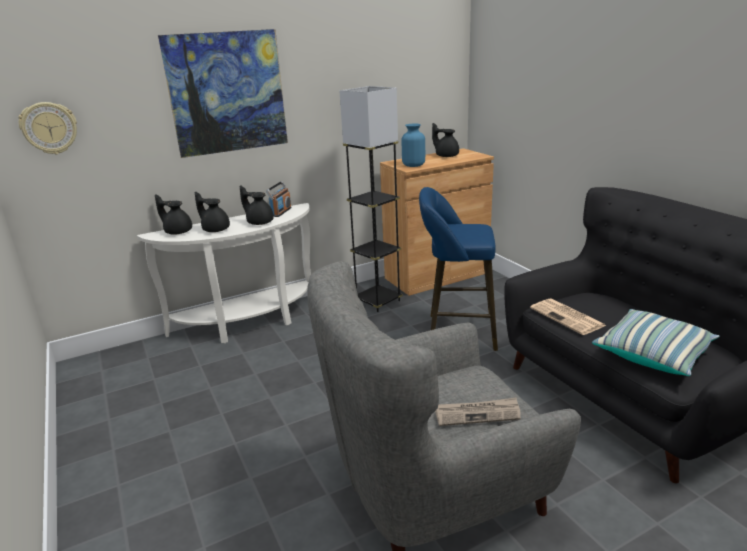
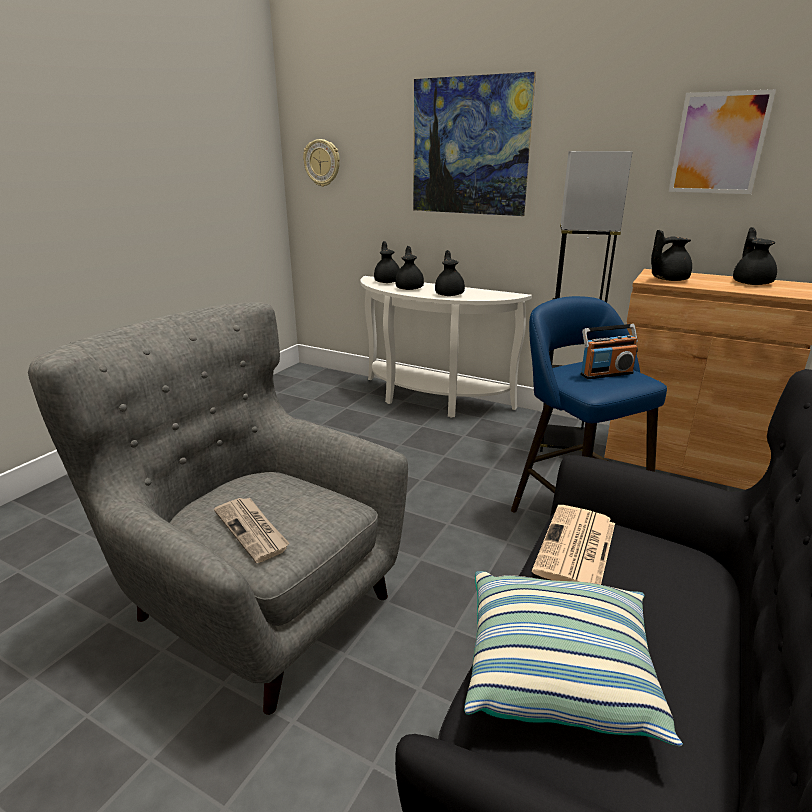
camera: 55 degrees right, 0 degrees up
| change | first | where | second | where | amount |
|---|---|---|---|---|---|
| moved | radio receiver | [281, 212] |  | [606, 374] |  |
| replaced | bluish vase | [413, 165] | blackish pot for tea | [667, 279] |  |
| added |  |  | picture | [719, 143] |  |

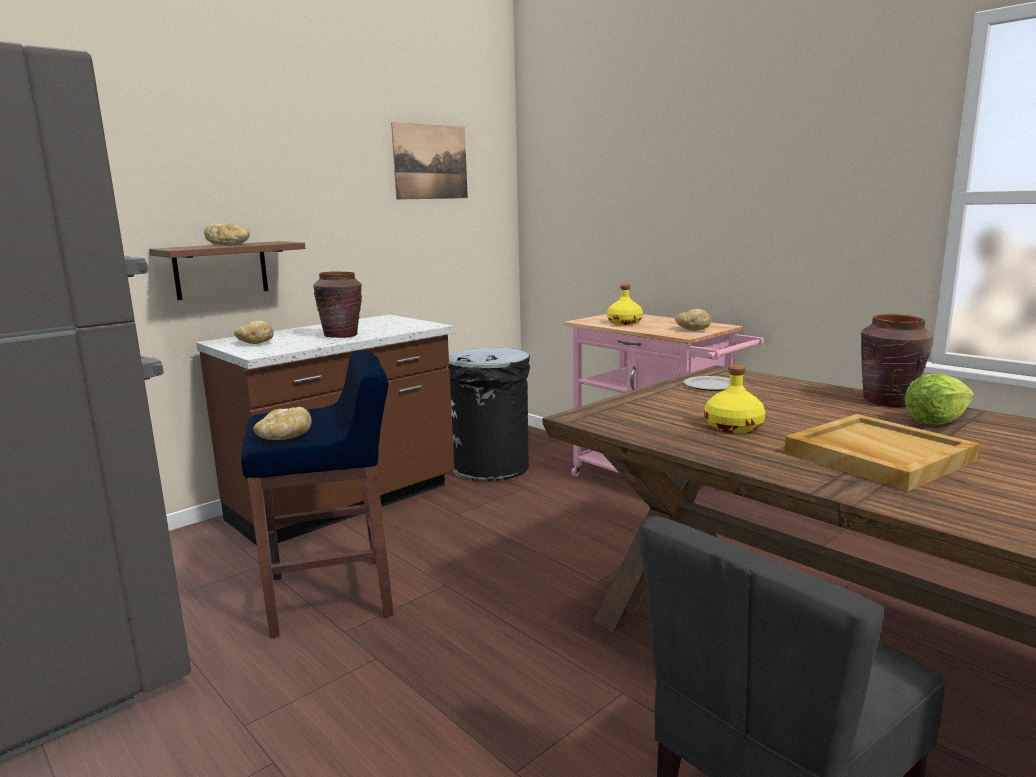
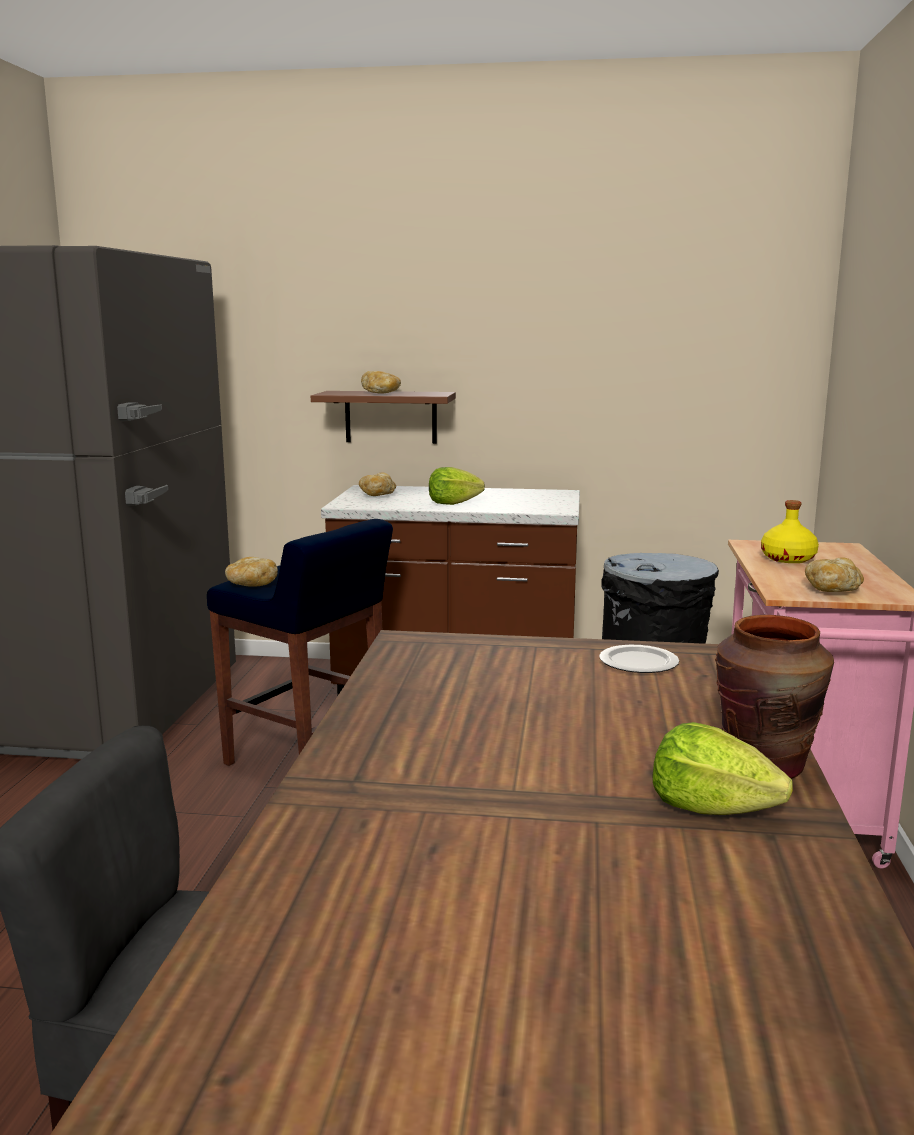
camera: 50 degrees right, 0 degrees up
| change | first | where | second | where | amount |
|---|---|---|---|---|---|
| replaced | brown-coloured vase | [341, 335] | lettuce head | [453, 503] |  |
| removed | picture | [430, 162] |  |  |  |
| removed | yellowish beverage bottle | [734, 427] |  |  |  |
| removed | beige-coloured carrying tray | [876, 456] |  |  |  |

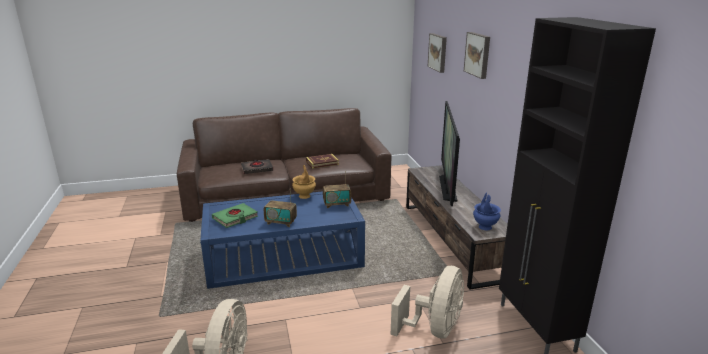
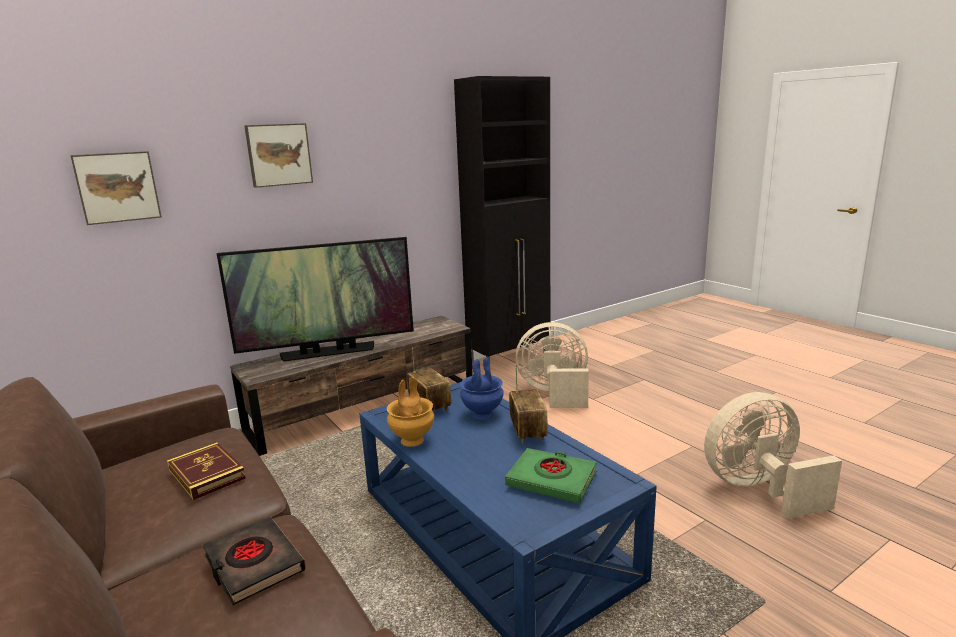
camera: 110 degrees left, 5 degrees down
| change | first | where | second | where | amount |
|---|---|---|---|---|---|
| moved | bluish vase | [484, 227] |  | [482, 415] |  |

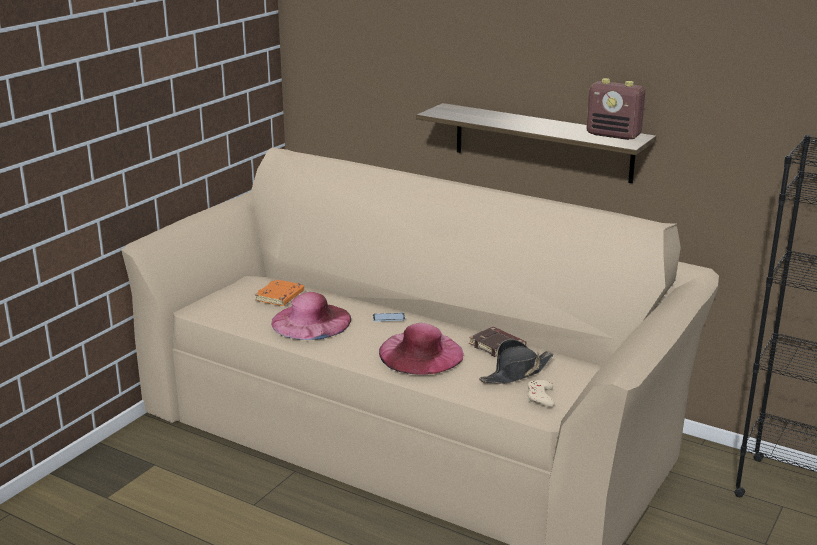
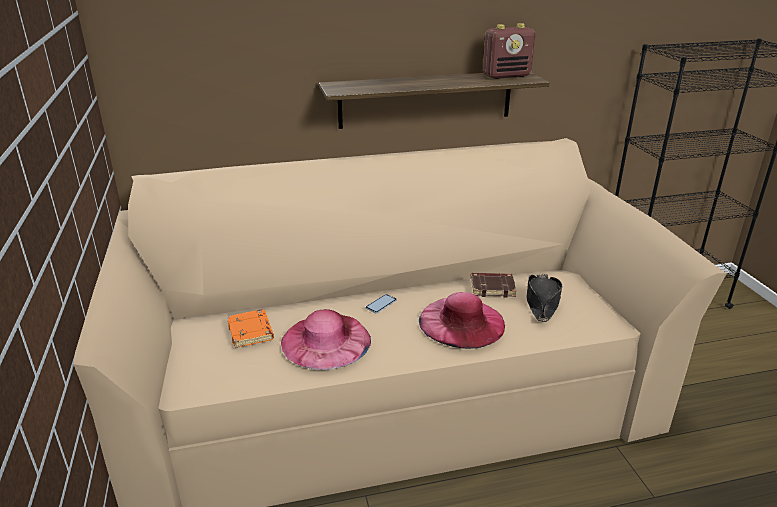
camera: 45 degrees left, 5 degrees up
| change | first | where | second | where | amount |
|---|---|---|---|---|---|
| removed | beige-coloured gamepad | [540, 397] |  |  |  |

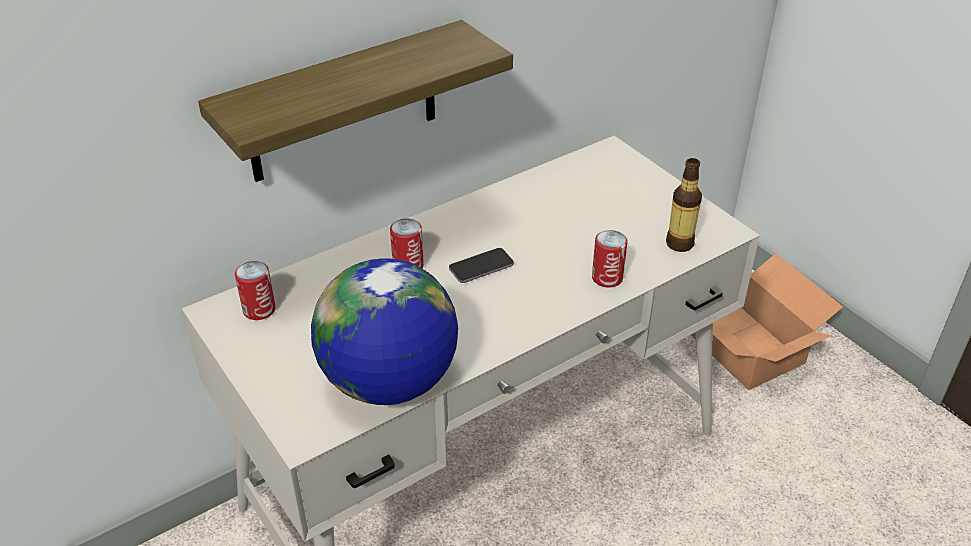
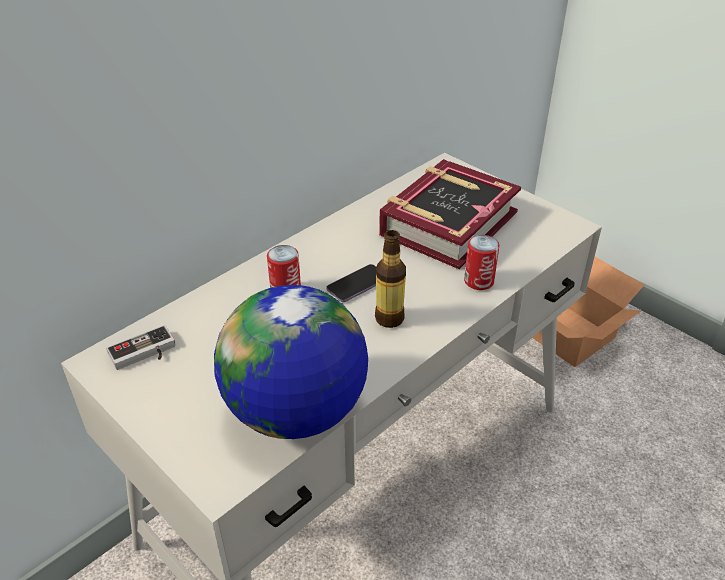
camera: 10 degrees left, 0 degrees up
| change | first | where | second | where | amount |
|---|---|---|---|---|---|
| removed | wall shelf | [343, 103] |  |  |  |
| replaced | sealed can | [259, 310] | gamepad | [144, 354] |  |
| moved | beverage bottle | [679, 244] |  | [389, 318] |  |
| added |  |  | bound book | [448, 223] |  |

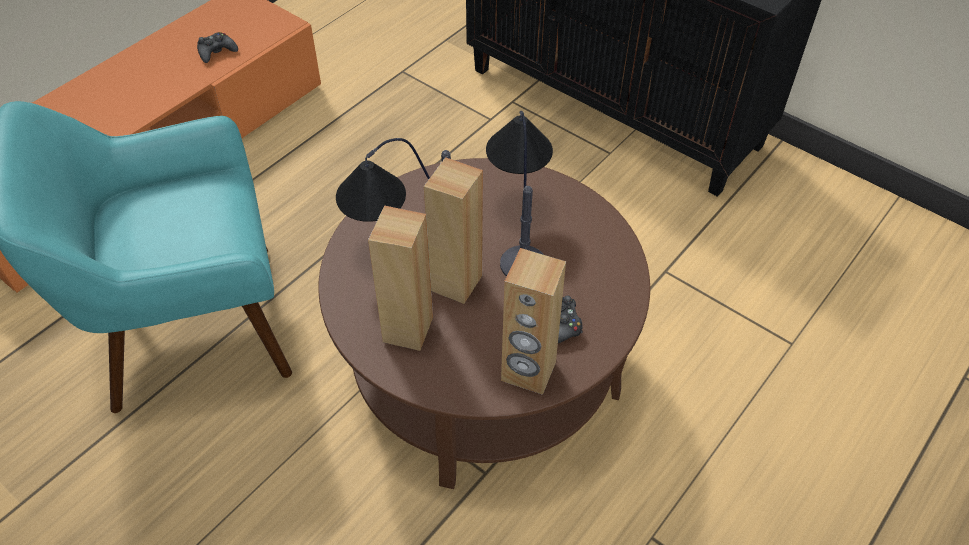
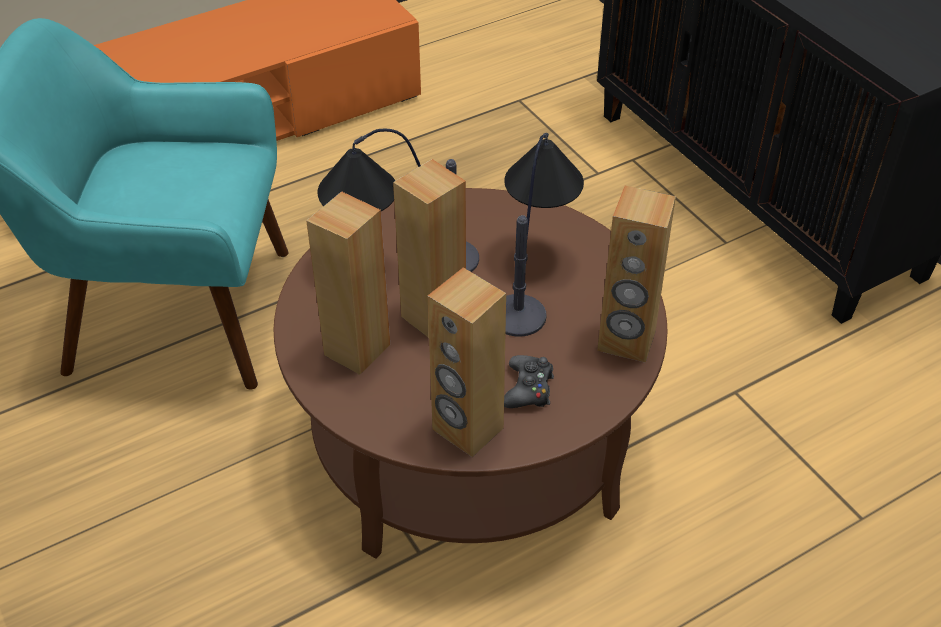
camera: 20 degrees right, 5 degrees down
| change | first | where | second | where | amount |
|---|---|---|---|---|---|
| removed | blackish gamepad | [216, 52] |  |  |  |
| added |  |  | brown-coloured speaker | [626, 341] |  |

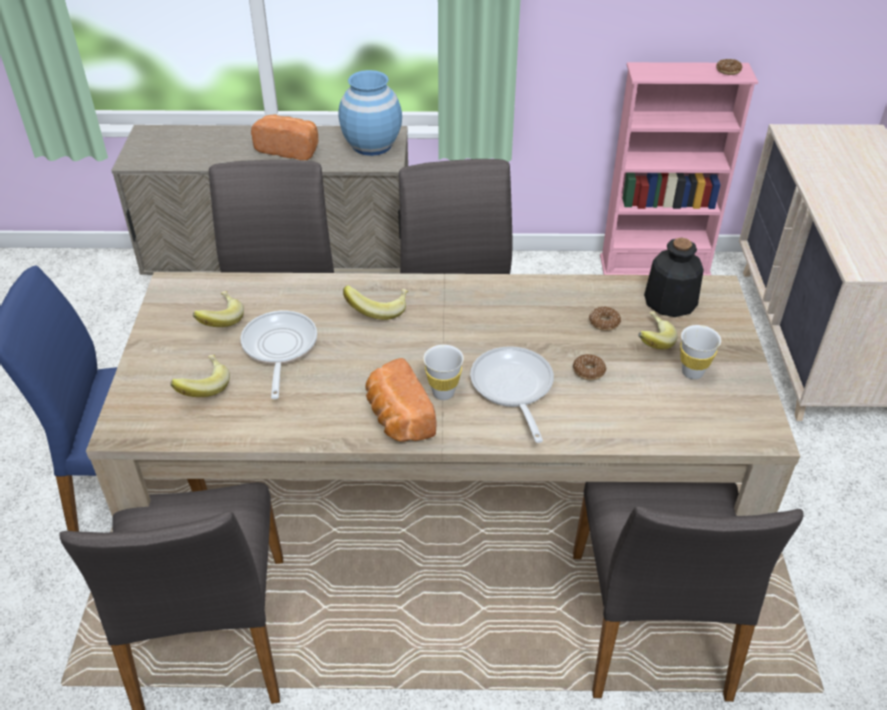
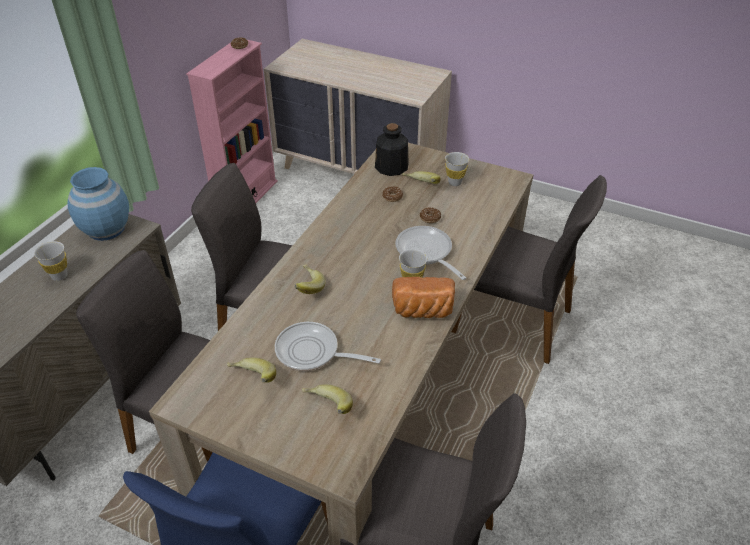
camera: 65 degrees left, 0 degrees up
| change | first | where | second | where | amount |
|---|---|---|---|---|---|
| replaced | baked bread | [289, 149] | white-coloured cup | [59, 276] |  |
| turned | frying pan | [512, 388] |  | [426, 252] | 45 degrees clockwise |

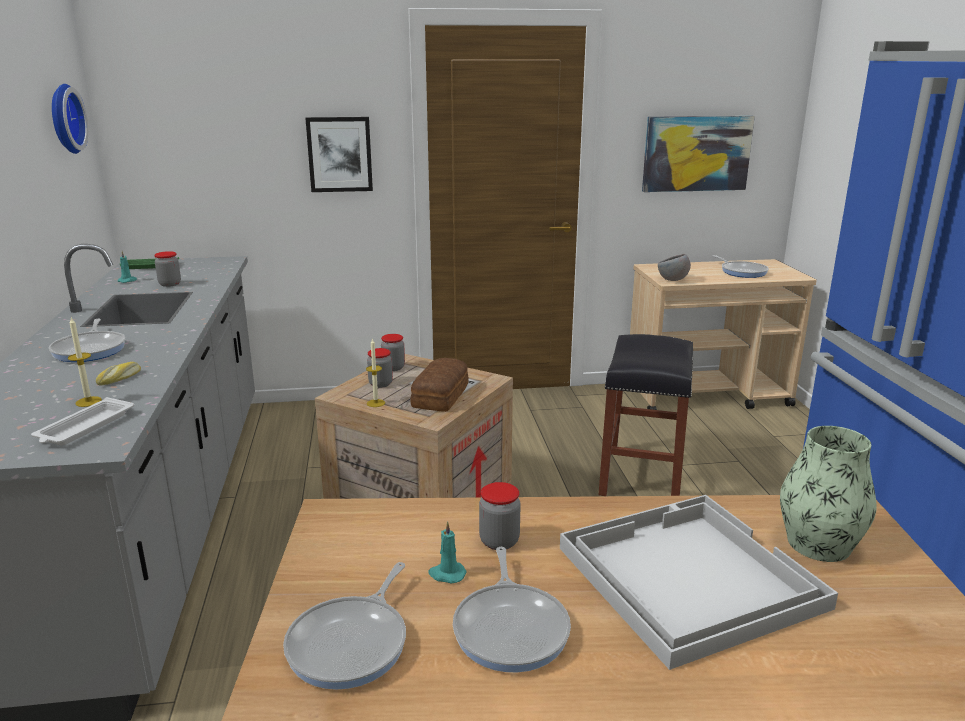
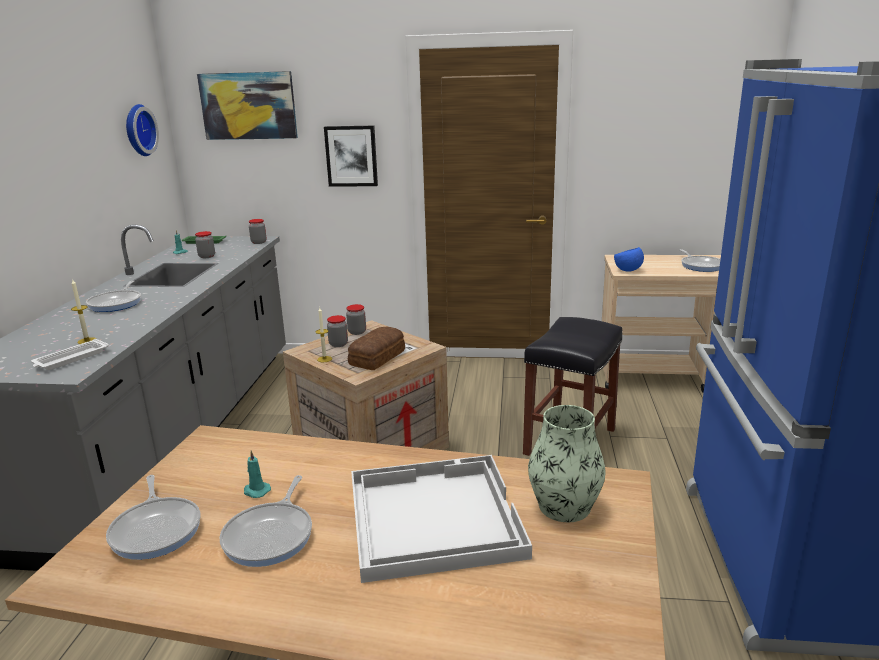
camera: 15 degrees right, 0 degrees up
| change | first | where | second | where | amount |
|---|---|---|---|---|---|
| removed | baked bread | [120, 378] |  |  |  |
| turned | frying pan | [352, 643] |  | [157, 529] | 60 degrees counterclockwise |
| moved | jar | [499, 541] |  | [258, 242] |  |
| moved | picture | [696, 153] |  | [248, 106] |  |
| recoloured | grey bowl | [673, 280] | bluish bowl | [628, 271] |  |

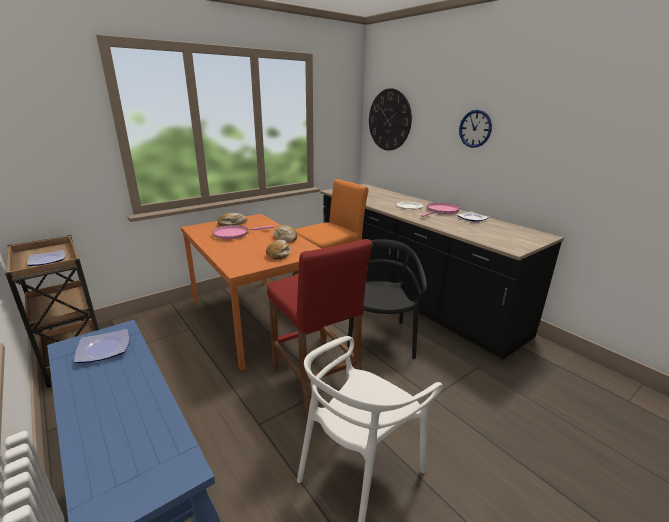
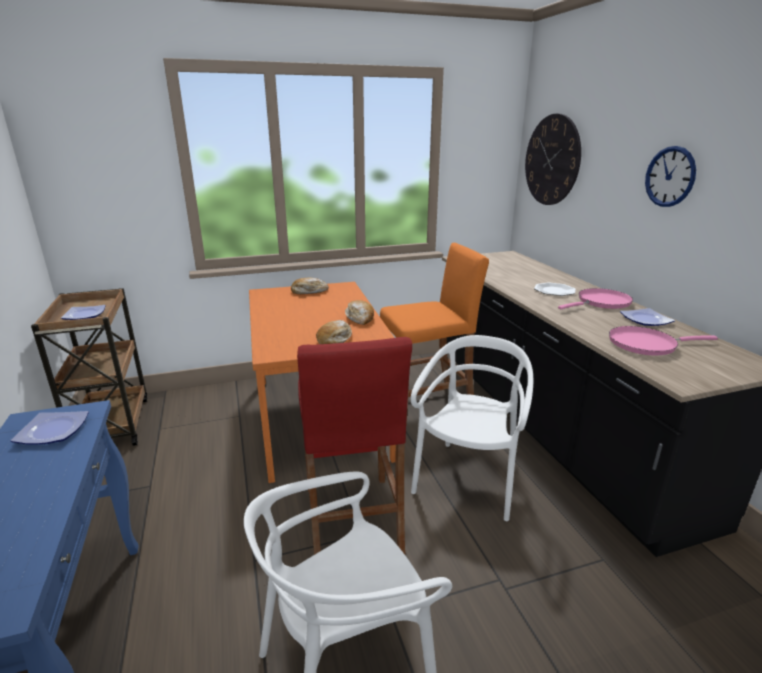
camera: 20 degrees right, 0 degrees up
| change | first | where | second | where | amount |
|---|---|---|---|---|---|
| moved | pinkish frying pan | [234, 234] |  | [646, 344] |  |
| recoloured | blackish chair | [379, 339] | white-coloured chair | [469, 479] |  |

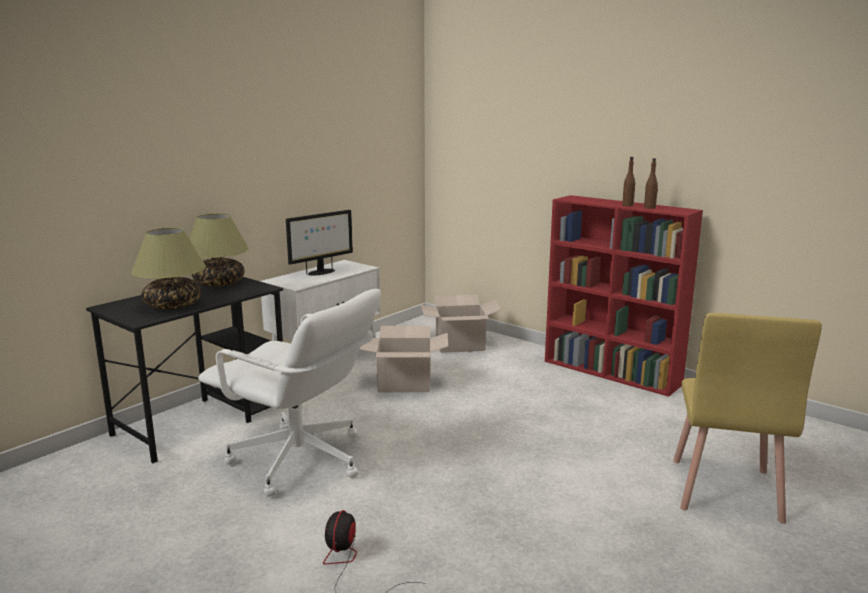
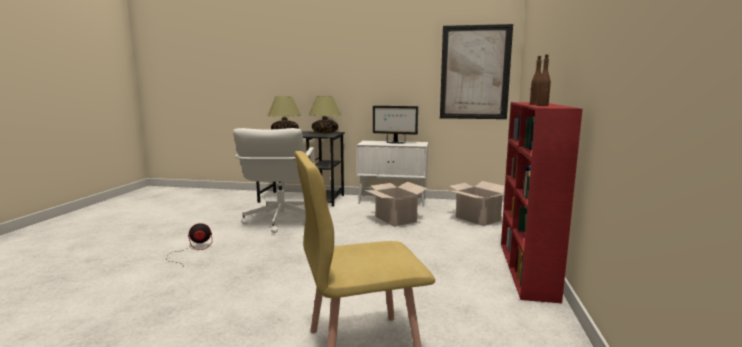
camera: 60 degrees right, 5 degrees down
| change | first | where | second | where | amount |
|---|---|---|---|---|---|
| added |  |  | picture | [475, 72] |  |

